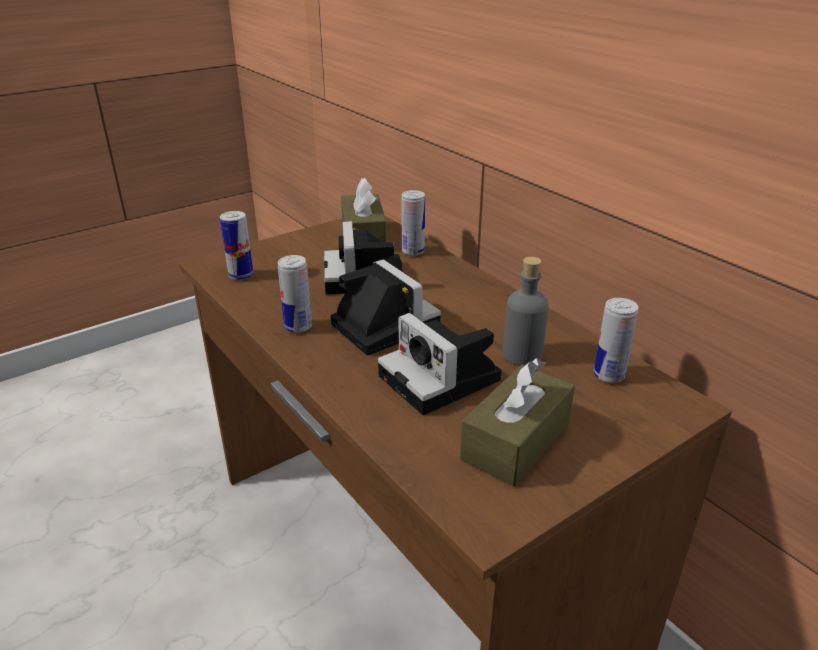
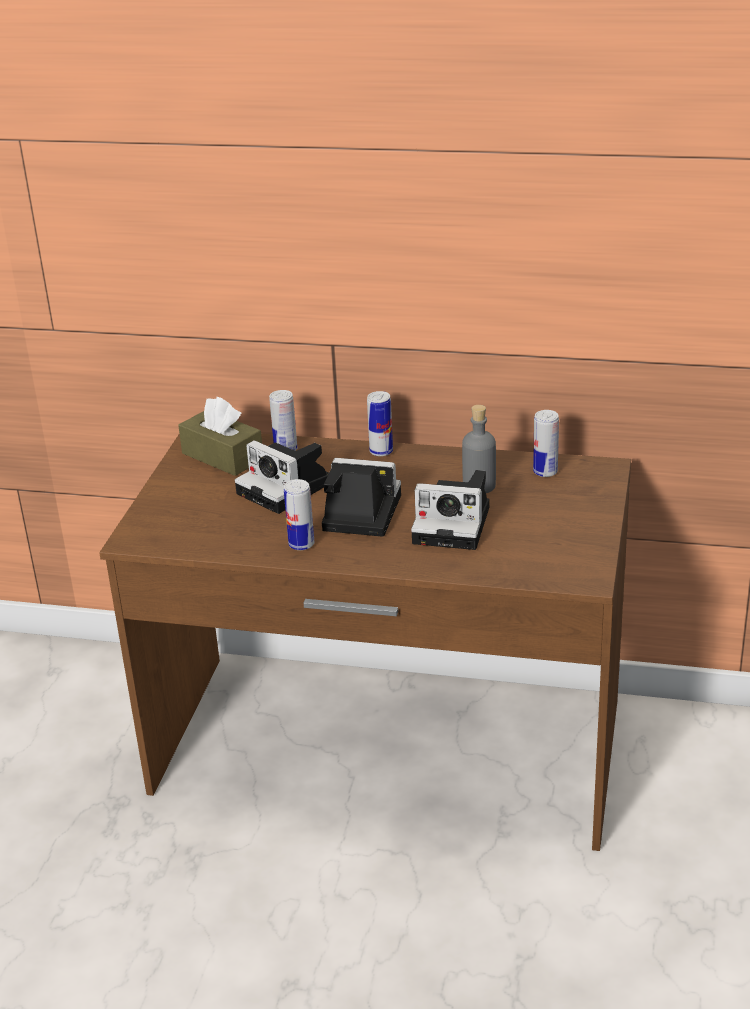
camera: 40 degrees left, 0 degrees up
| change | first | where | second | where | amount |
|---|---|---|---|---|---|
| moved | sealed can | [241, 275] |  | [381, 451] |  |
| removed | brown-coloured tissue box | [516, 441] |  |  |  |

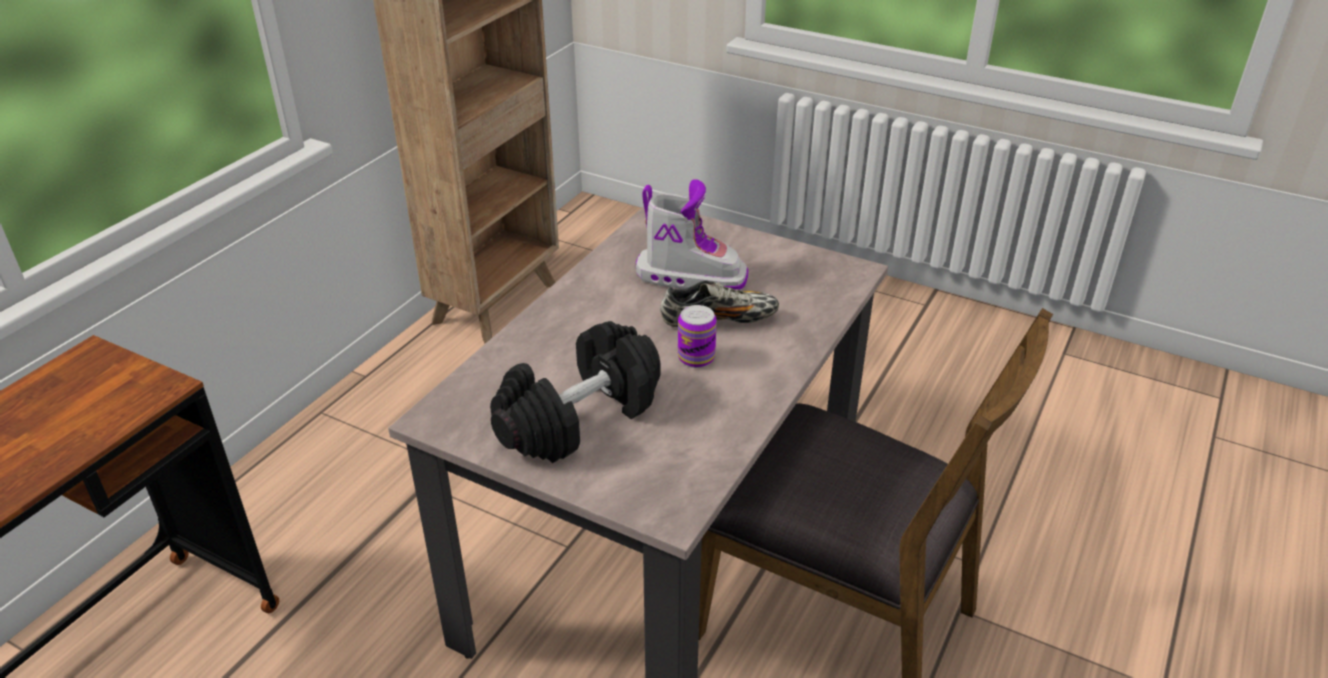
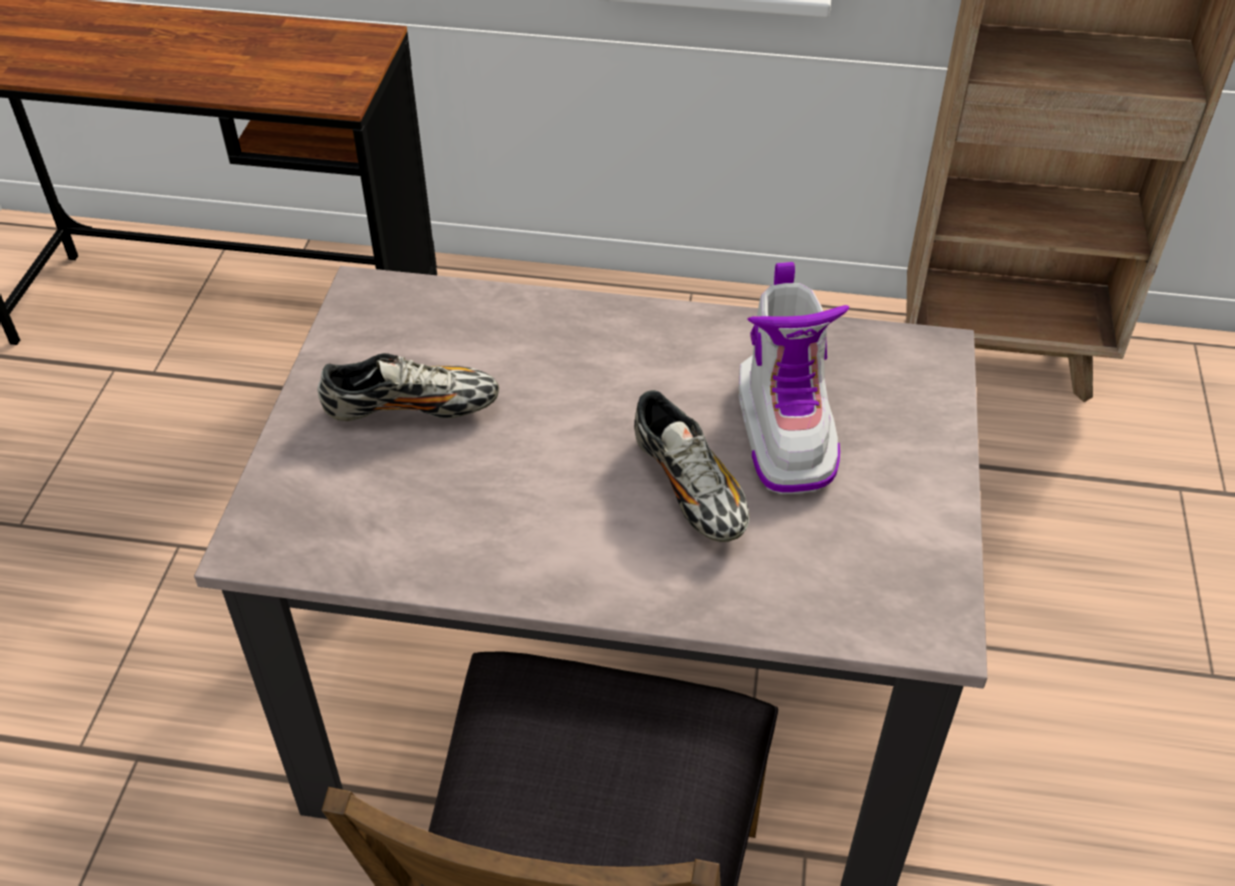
camera: 70 degrees right, 10 degrees up
| change | first | where | second | where | amount |
|---|---|---|---|---|---|
| replaced | blackish hand weight | [579, 417] | low shoe | [411, 409] |  |
| removed | sealed can | [696, 358] |  |  |  |

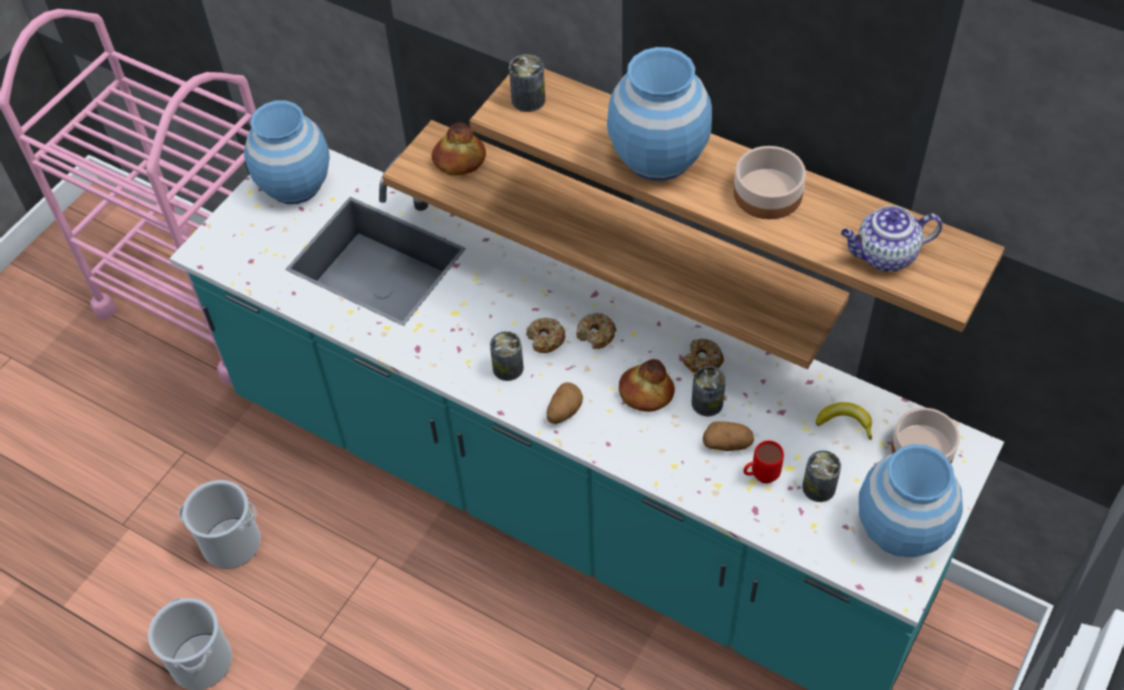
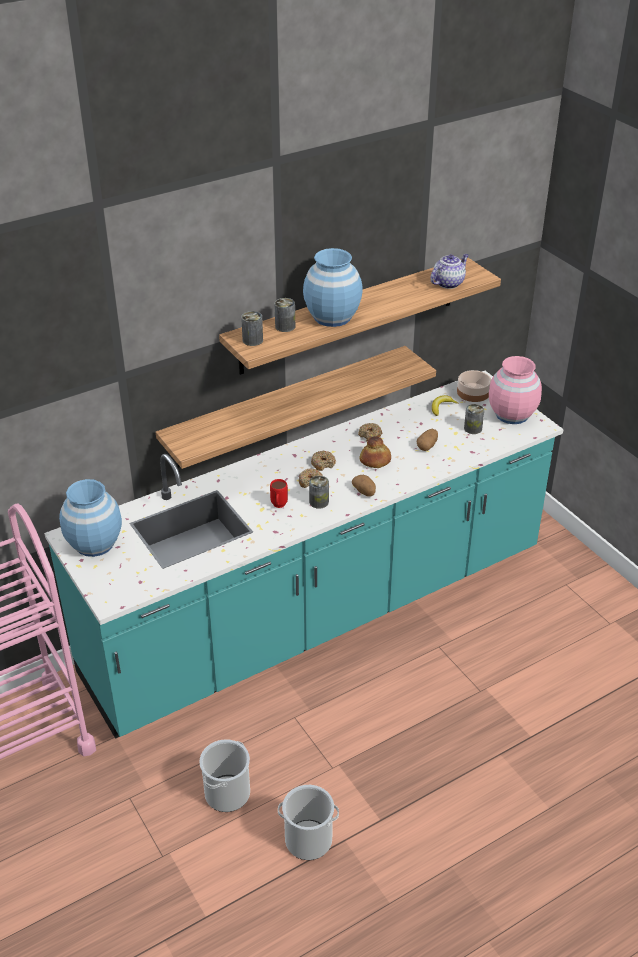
camera: 65 degrees left, 15 degrees down
| change | first | where | second | where | amount |
|---|---|---|---|---|---|
| removed | baked bread | [459, 160] |  |  |  |
| moved | sealed can | [707, 403] |  | [285, 326] |  |
| removed | bowl | [768, 193] |  |  |  |
| moved | red-coloured mug | [760, 477] |  | [278, 506] |  |
| turned | pot for tea | [884, 256] |  | [448, 283] | 150 degrees counterclockwise |
| recoloured | bluish vase | [901, 529] | pinkish vase | [512, 414] |  |

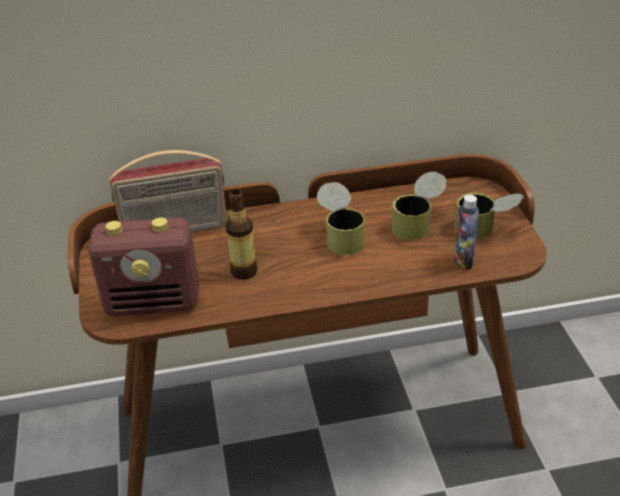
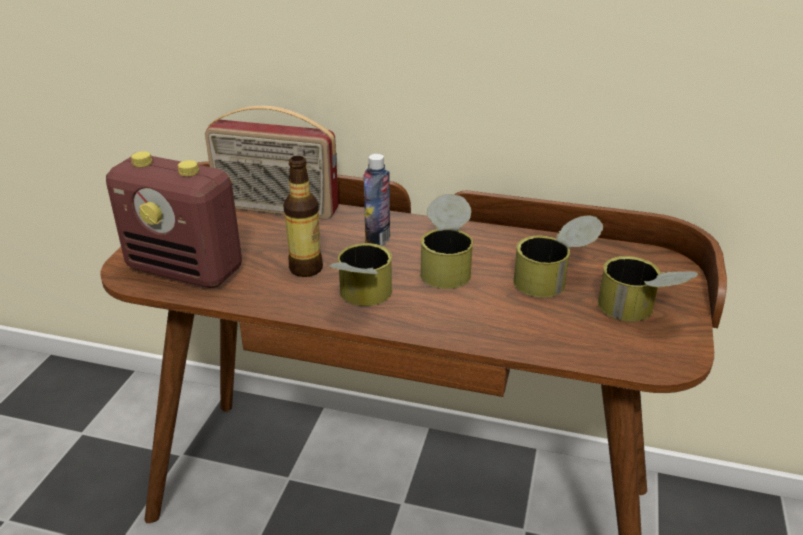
camera: 25 degrees right, 5 degrees down
| change | first | where | second | where | amount |
|---|---|---|---|---|---|
| moved | beverage bottle | [463, 261] |  | [377, 240] |  |
| added |  |  | sealed can | [360, 300] |  |

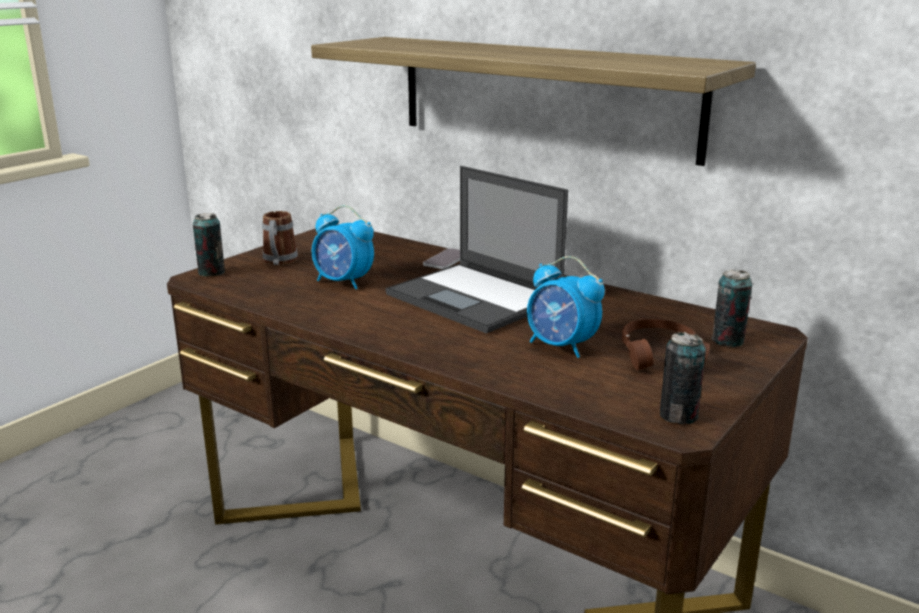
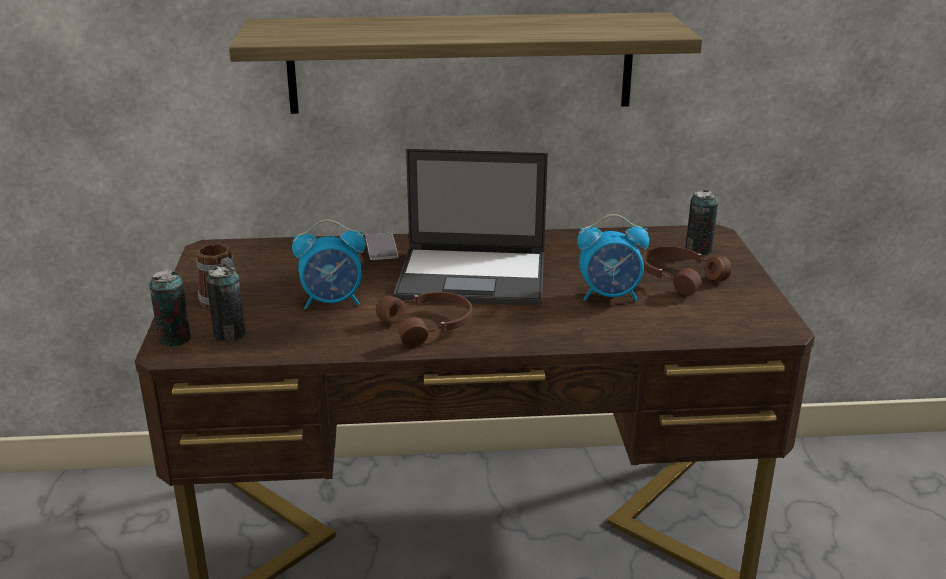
camera: 40 degrees left, 5 degrees up
| change | first | where | second | where | amount |
|---|---|---|---|---|---|
| moved | sealed can | [678, 416] |  | [229, 334] |  |
| added |  |  | brown-coloured headset | [429, 326] |  |

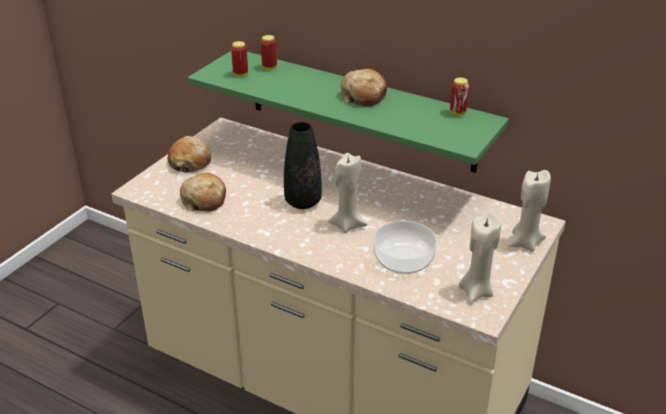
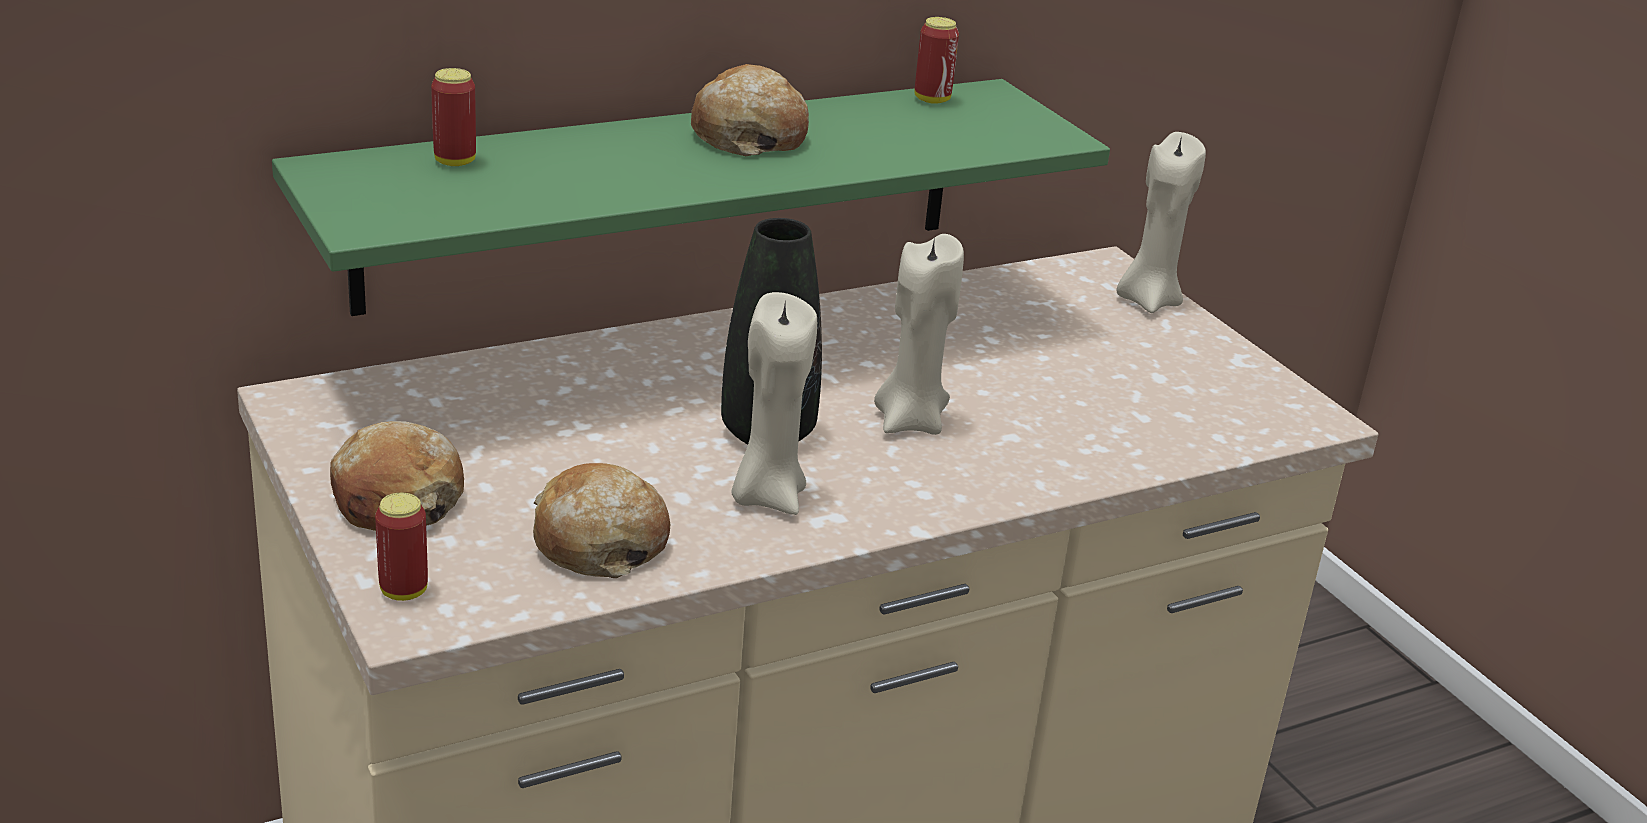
camera: 60 degrees left, 5 degrees down
| change | first | where | second | where | amount |
|---|---|---|---|---|---|
| moved | sealed can | [240, 74] |  | [403, 591] |  |
| removed | bowl | [403, 260] |  |  |  |
| moved | beige-coloured wax light | [476, 291] |  | [767, 496] |  |

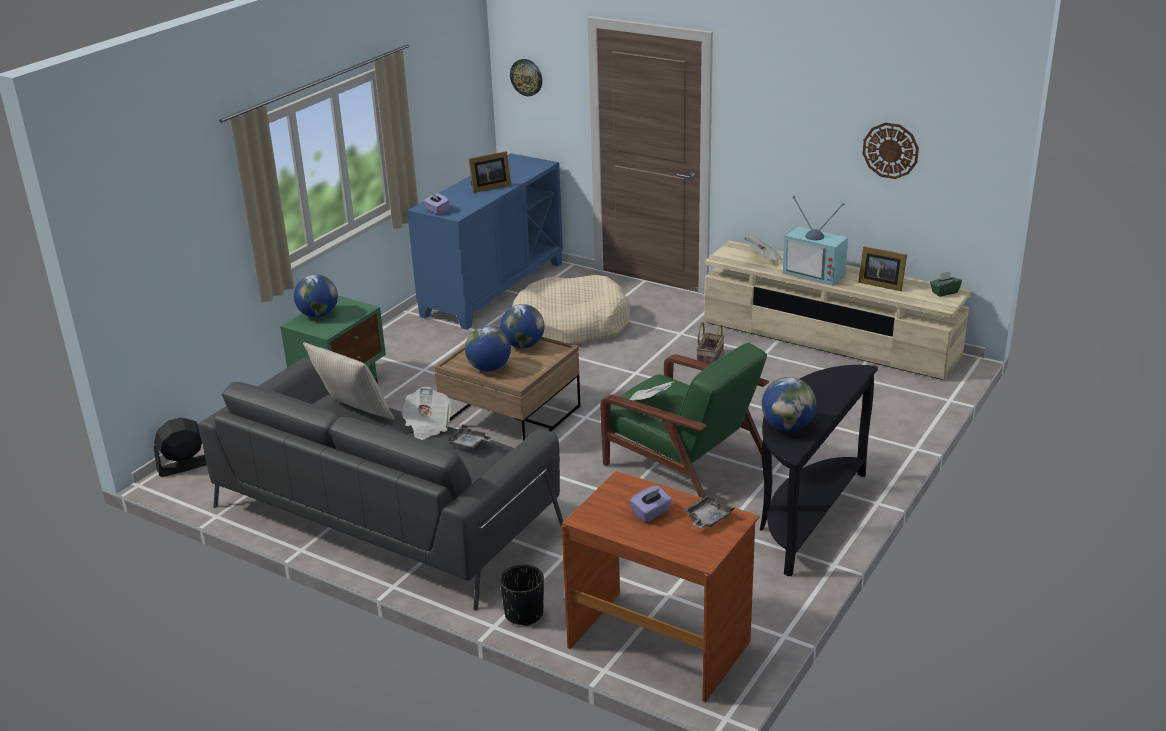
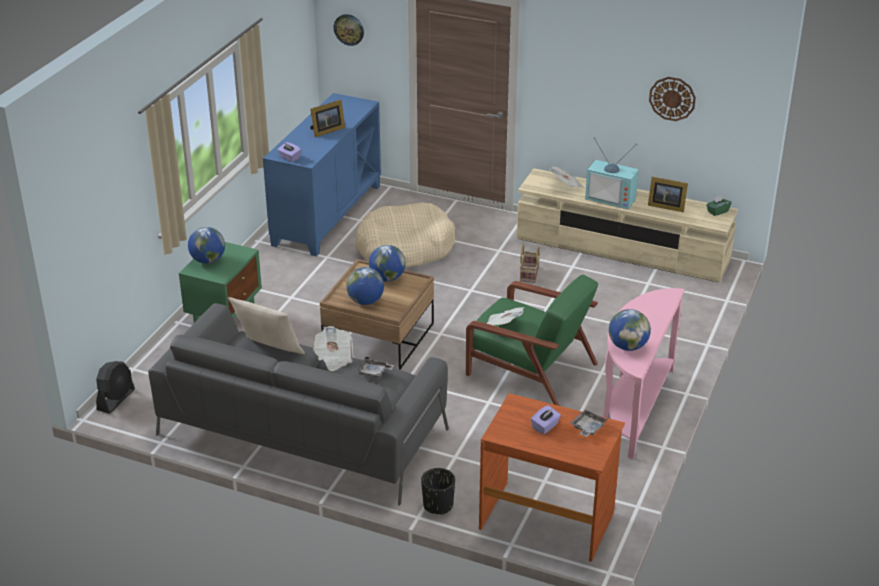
camera: 10 degrees left, 5 degrees up
| change | first | where | second | where | amount |
|---|---|---|---|---|---|
| turned | blackish electric fan | [185, 466] |  | [116, 399] | 150 degrees clockwise |
| recoloured | blackish console table | [805, 516] | pinkish console table | [634, 408] |  |

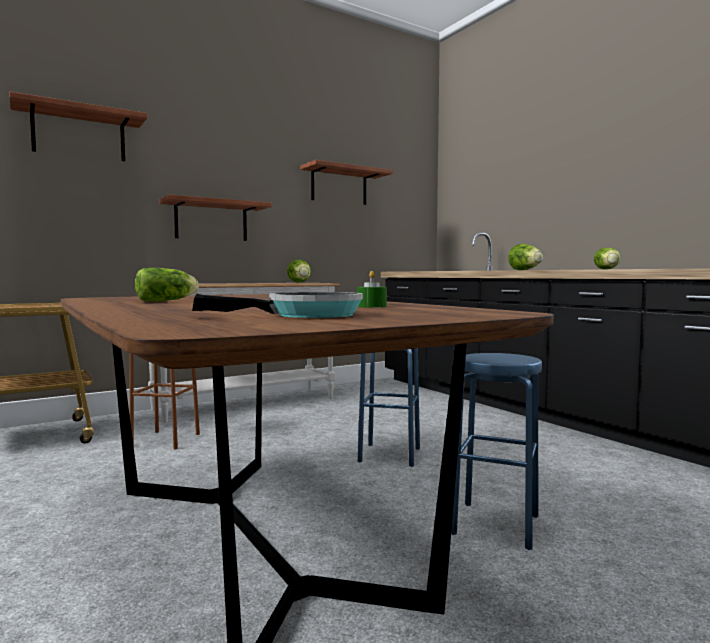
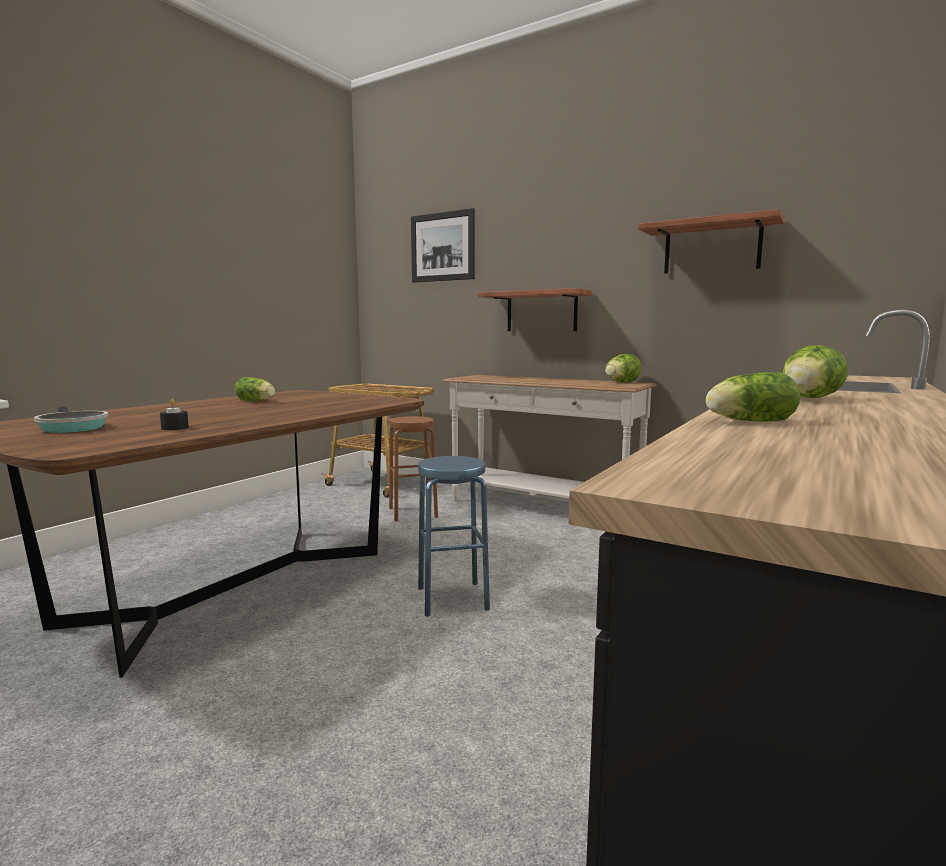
camera: 65 degrees right, 5 degrees up
| change | first | where | second | where | amount |
|---|---|---|---|---|---|
| replaced | wall shelf | [79, 135] | picture | [442, 247] |  |
| recoloured | greenish wax light | [371, 306] | blackish wax light | [175, 428] |  |
| removed | bluish sitting stool | [496, 524] |  |  |  |

